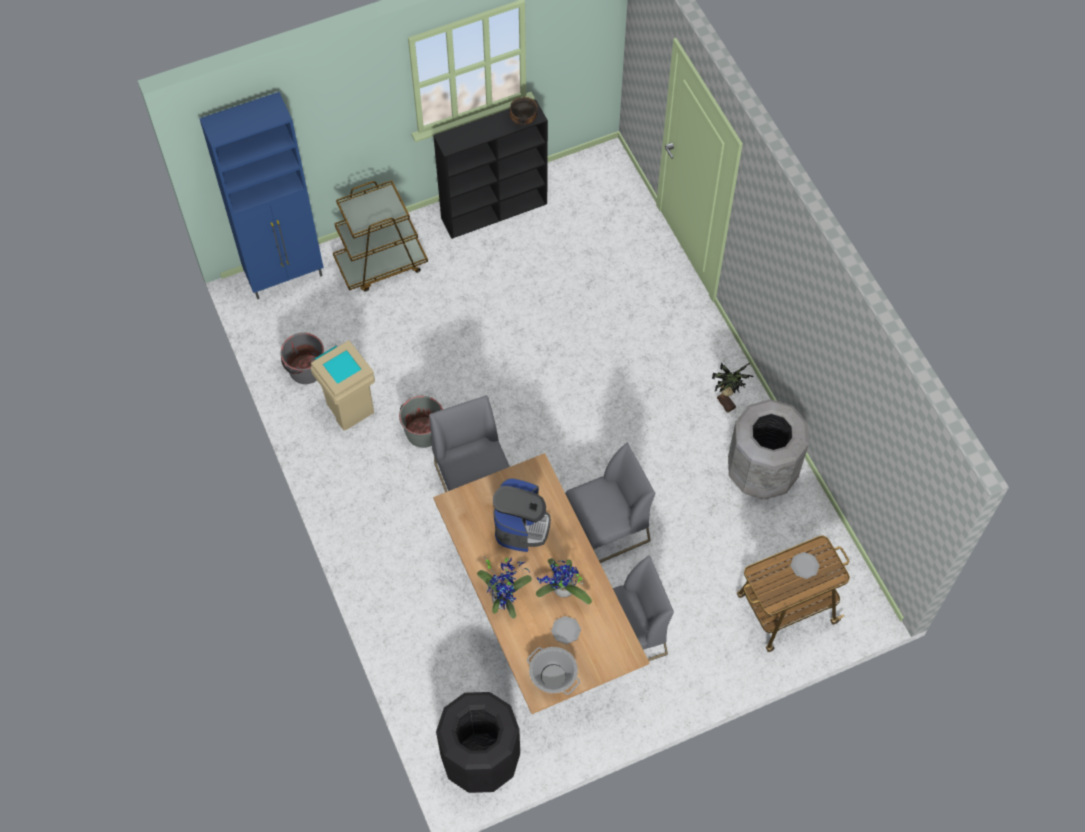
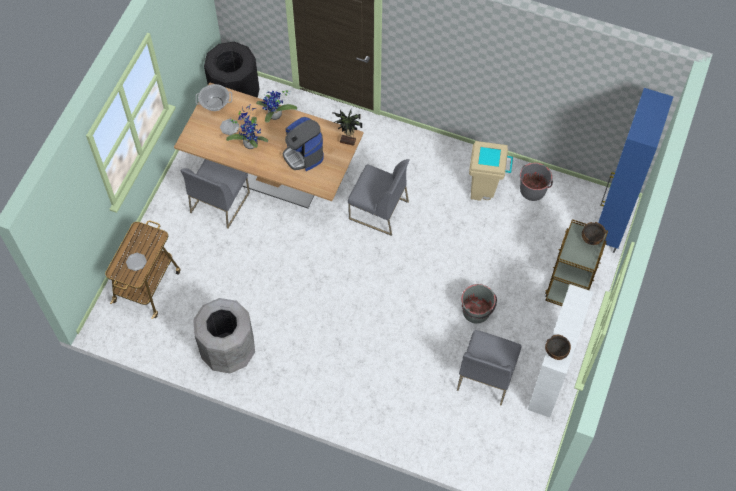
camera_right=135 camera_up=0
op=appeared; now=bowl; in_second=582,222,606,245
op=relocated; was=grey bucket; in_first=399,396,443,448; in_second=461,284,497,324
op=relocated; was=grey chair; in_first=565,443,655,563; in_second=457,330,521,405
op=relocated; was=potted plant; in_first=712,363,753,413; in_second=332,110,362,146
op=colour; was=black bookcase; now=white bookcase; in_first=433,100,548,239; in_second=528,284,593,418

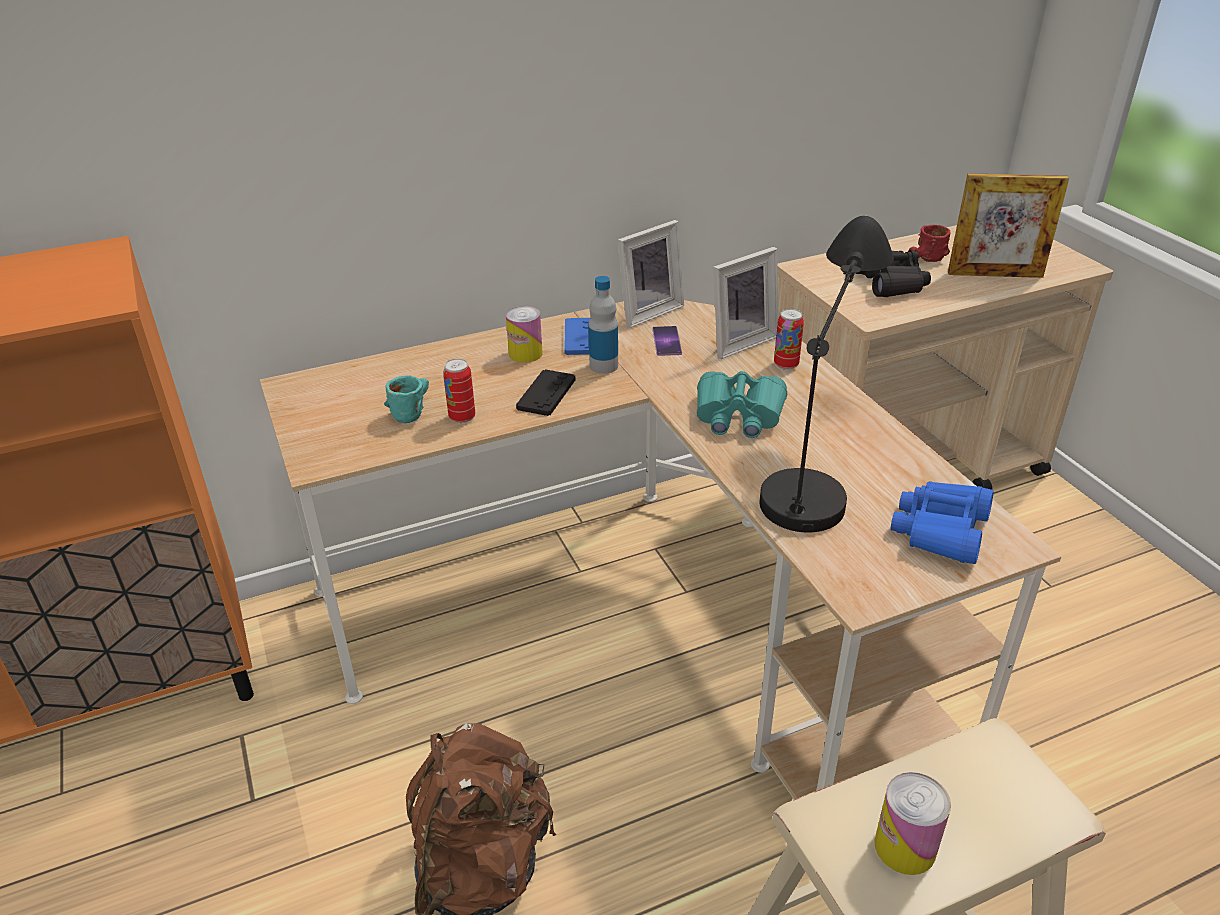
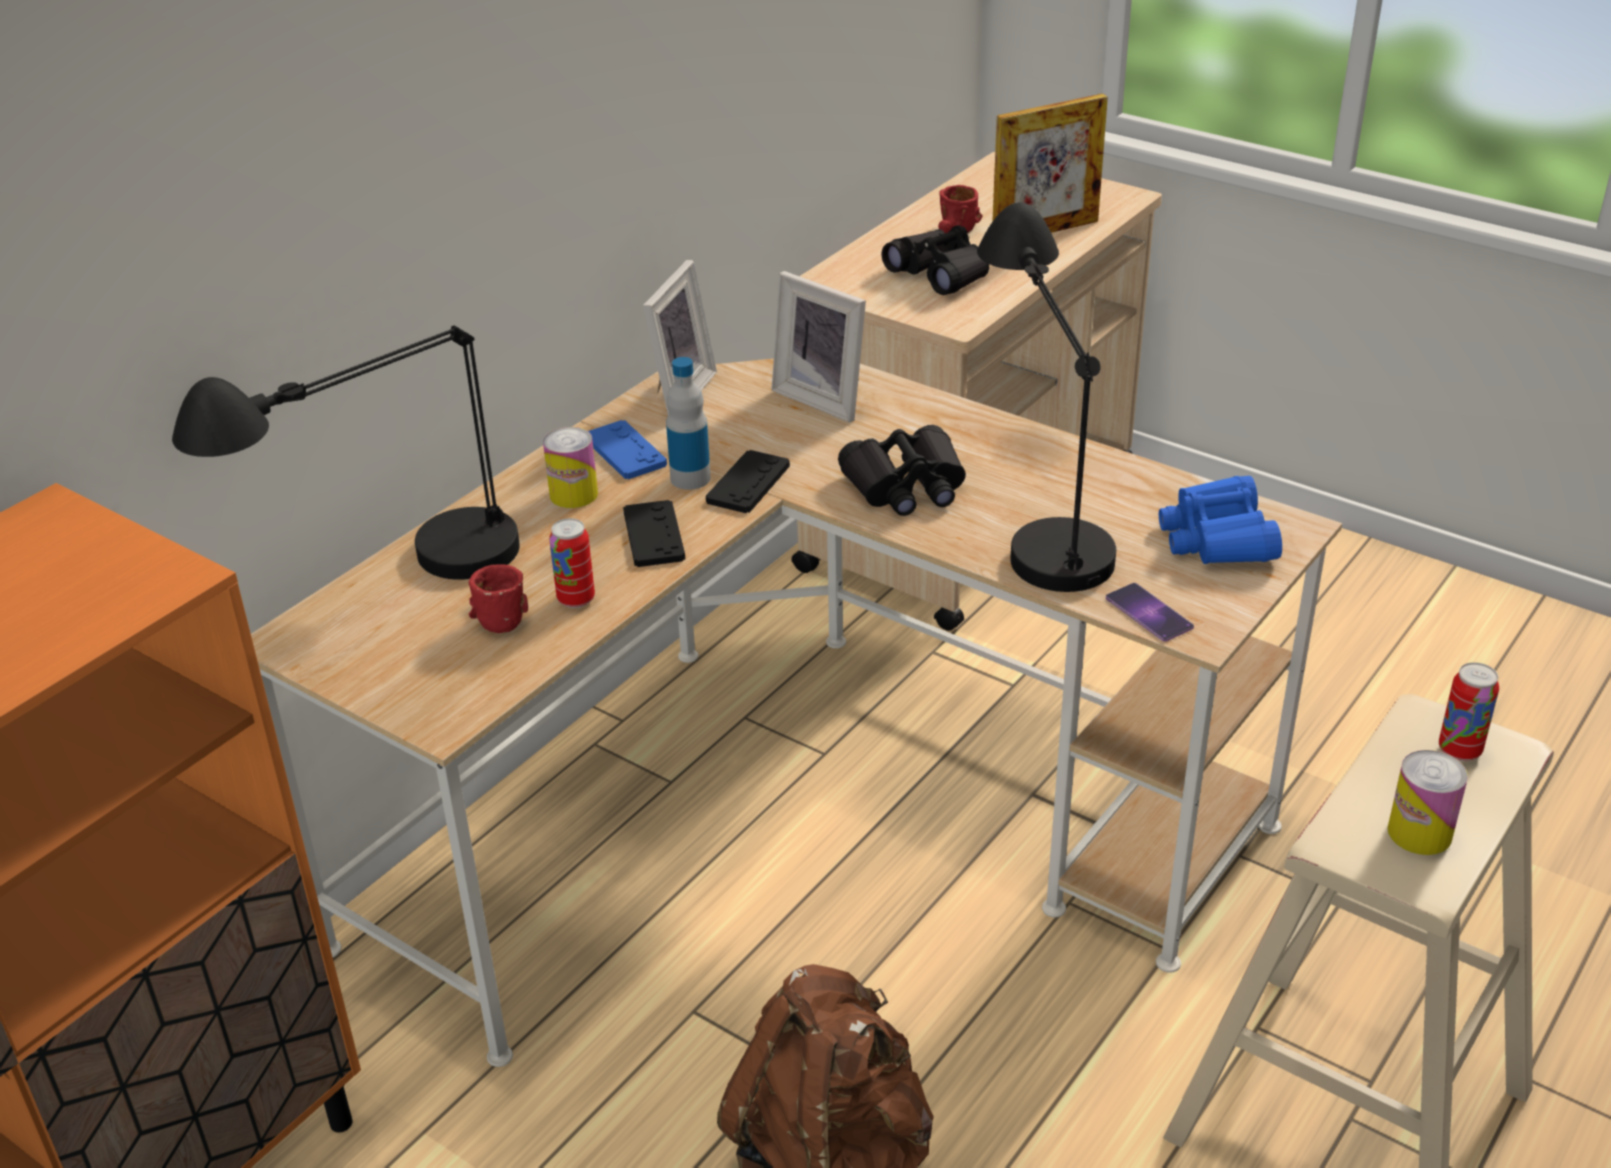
camera_right=-30 camera_up=0
op=appeared; now=black table lamp; in_second=172,325,520,580
op=appeared; now=black game controller; in_second=706,450,790,513
op=relocated; was=phone; in_first=652,326,682,356; in_second=1106,583,1194,642
op=relocated; was=can; in_first=774,309,804,370; in_second=1439,662,1499,761
op=colour; was=turquoise mug; now=red mug; in_first=384,375,429,423; in_second=469,564,528,633
op=colour; was=turquoise binoculars; now=black binoculars; in_first=696,371,787,438; in_second=838,425,966,516
op=spun; was=picture frame; in_first=713,247,778,359; in_second=772,271,866,422; clockwise=105

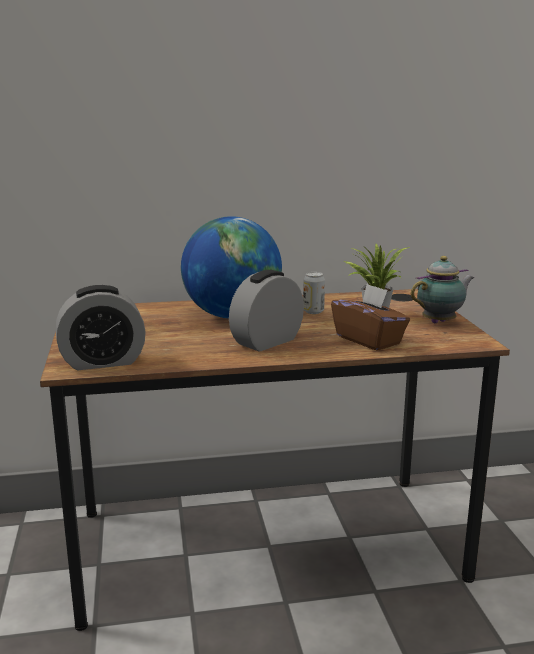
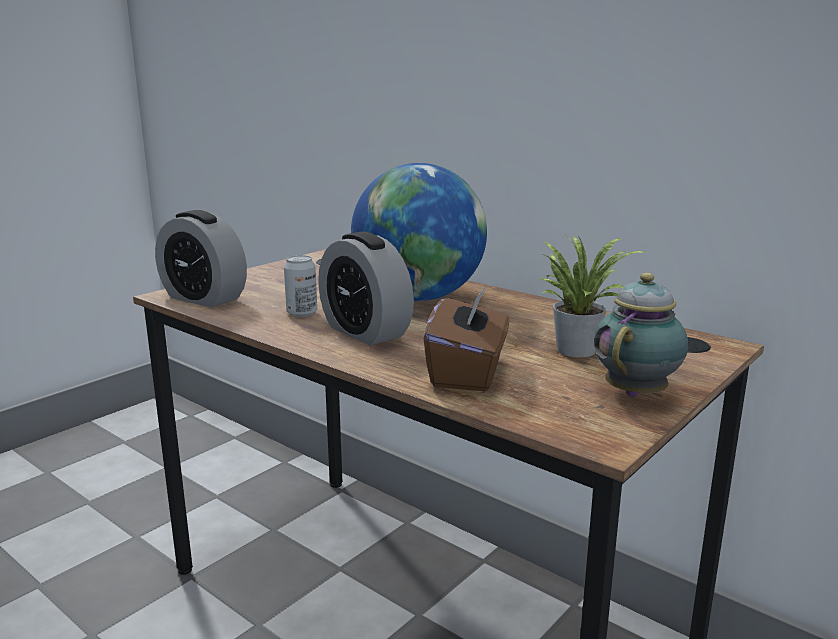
camera_right=50 camera_up=0
op=relocated; was=can; in_first=303,272,325,314; in_second=284,255,317,317
op=spun; was=alarm clock; in_first=229,270,304,352; in_second=318,232,414,346; clockwise=-135
op=spun; was=teapot; in_first=411,256,474,323; in_second=594,273,688,397; clockwise=-75

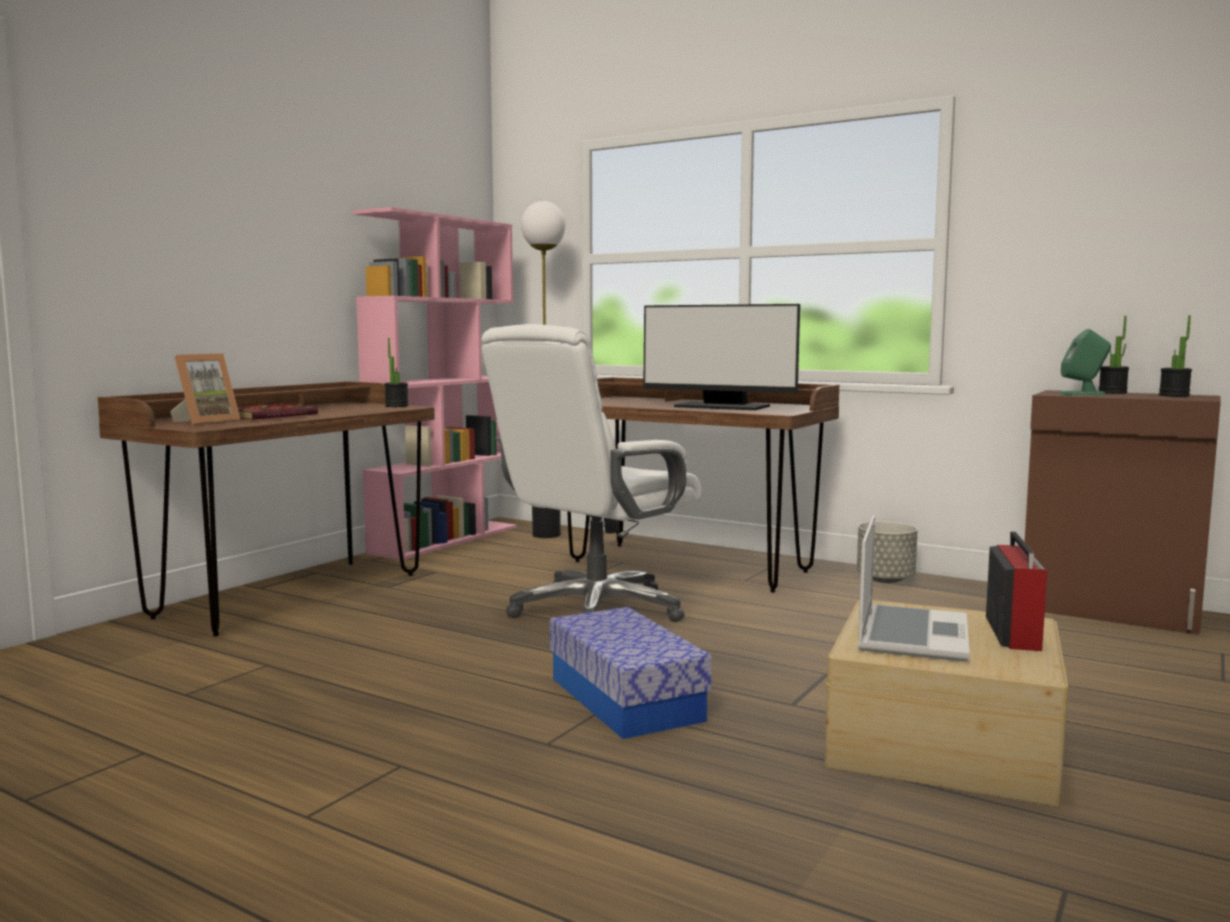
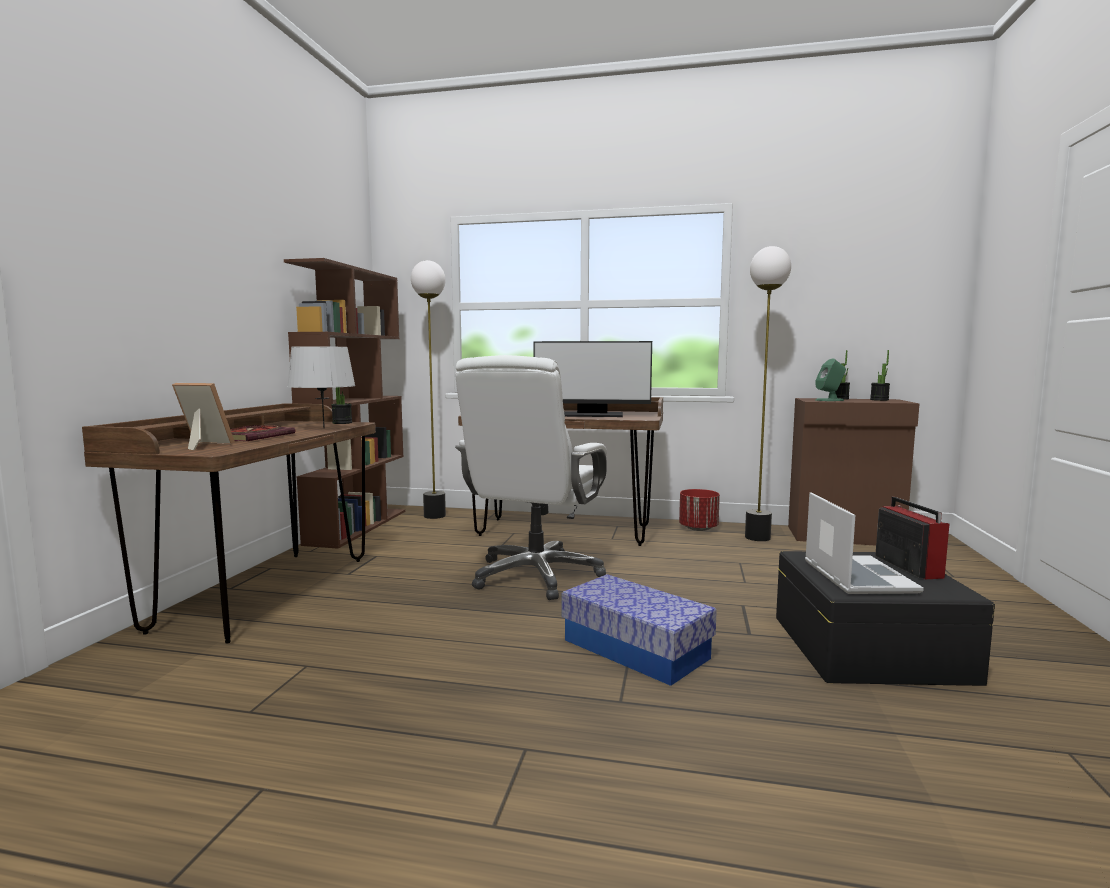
camera_right=-20 camera_up=0
op=appeared; now=grey table lamp; in_second=287,346,356,428
op=appeared; now=floor lamp; in_second=745,246,791,541
op=colour; was=pink bookcase; now=brown bookcase; in_first=353,207,517,560; in_second=284,258,405,549
op=colour; was=beige storage box; now=black storage box; in_first=825,600,1068,806; in_second=776,551,995,686
op=colour; was=grey planter; now=red planter; in_first=857,521,918,583; in_second=679,489,720,531
op=spun; was=picture frame; in_first=170,354,240,425; in_second=172,383,235,450; clockwise=-90

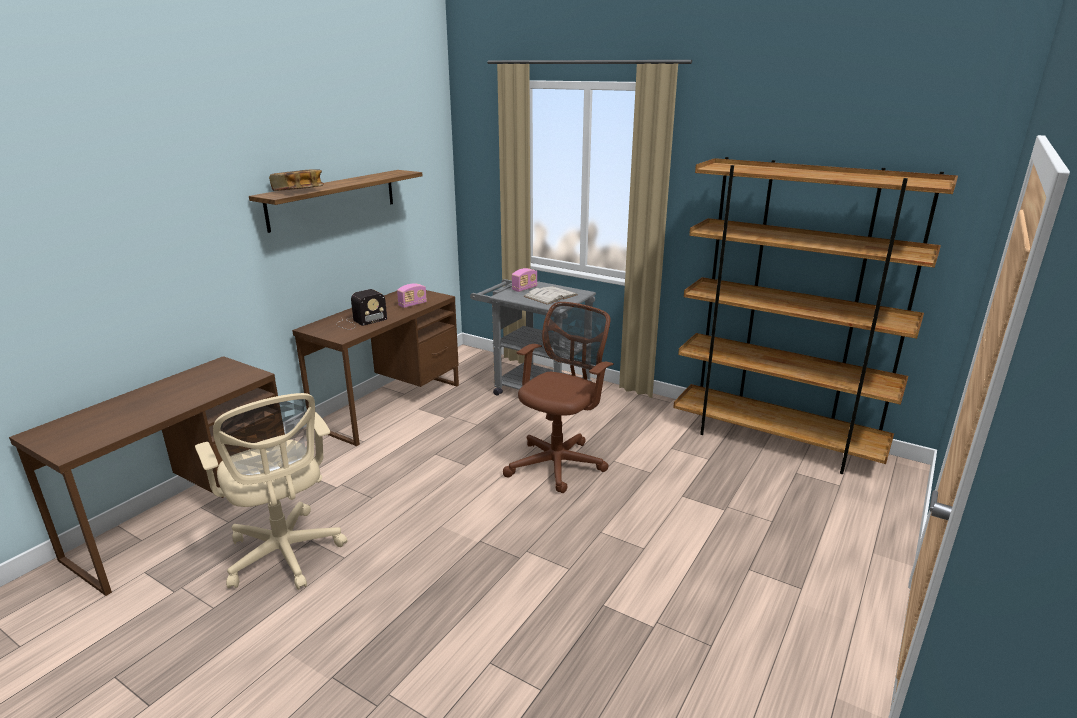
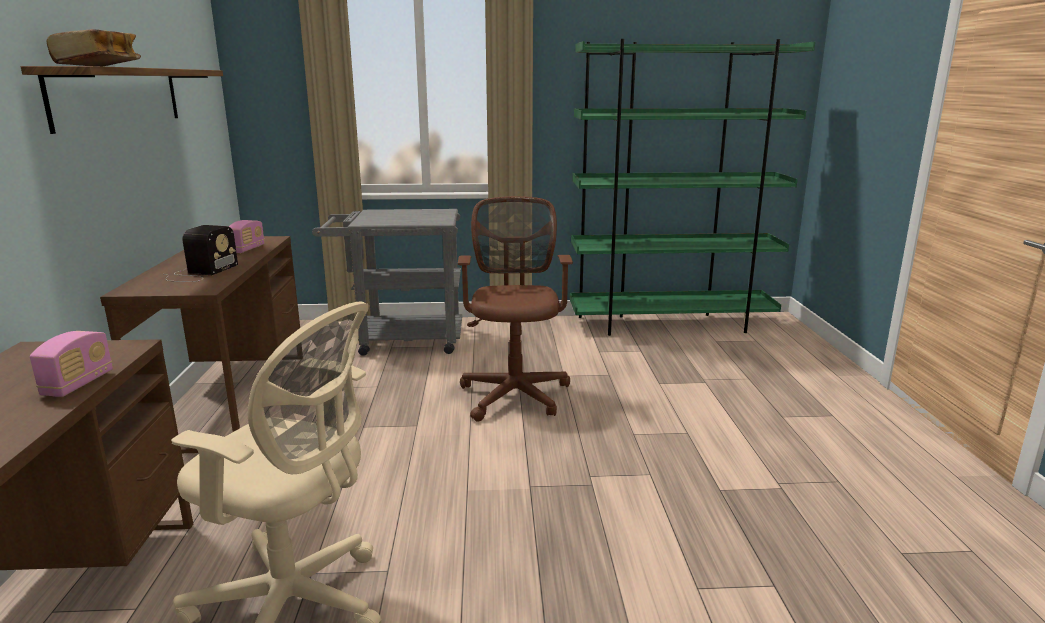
camera_right=-35 camera_up=-5
op=missing; was=white book; in_first=523,286,578,305
op=relocated; was=radio; in_first=512,268,538,292; in_second=30,331,113,397
op=colour; was=brown bookcase; now=green bookcase; in_first=673,157,958,474; in_second=570,39,815,336

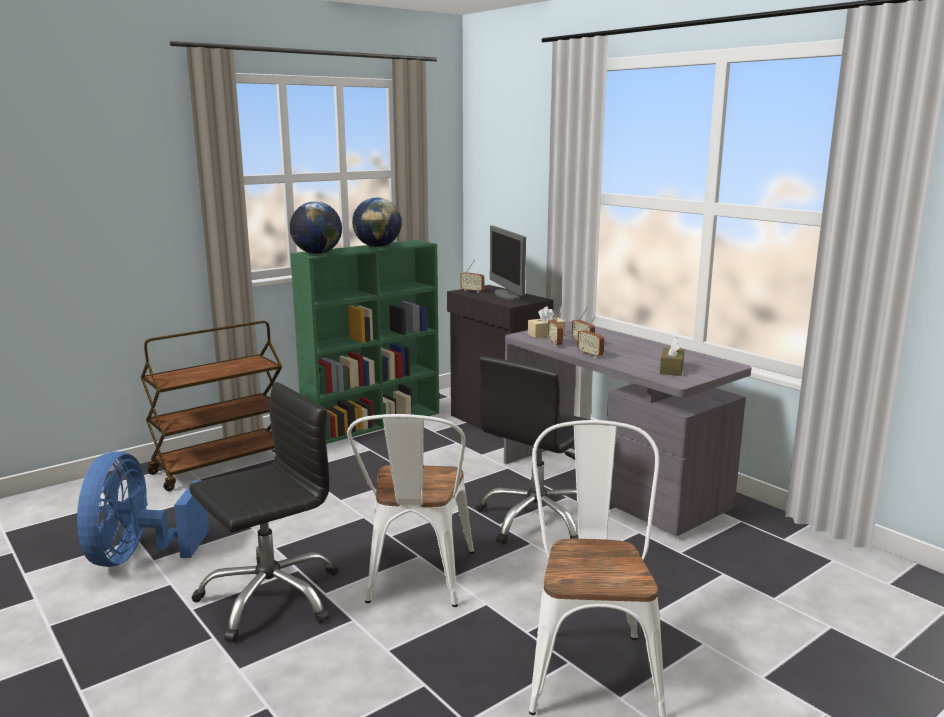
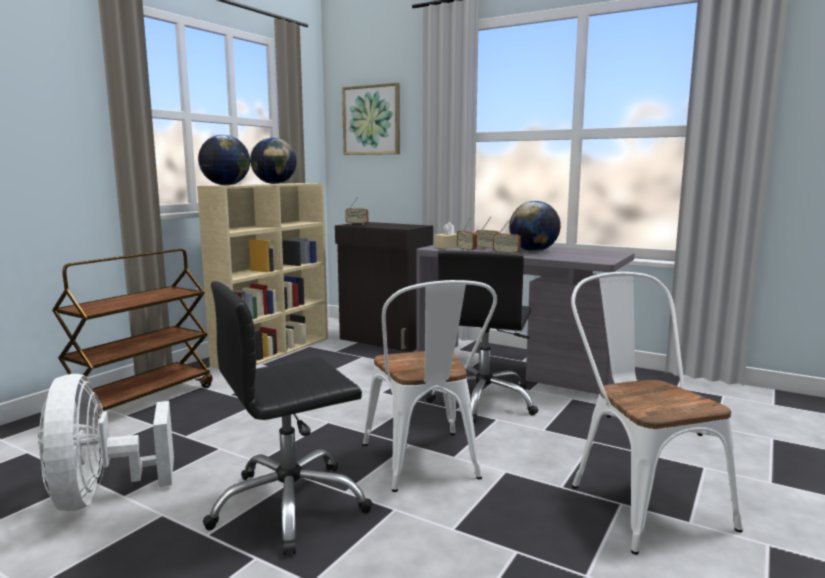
camera_right=-20 camera_up=-5
op=missing; was=monitor; in_first=490,226,526,300
op=missing; was=brown tissue box; in_first=660,338,685,376
op=appeared; now=picture; in_second=342,83,400,155
op=appeared; now=globe; in_second=509,201,561,252
op=colour; was=blue fan; now=white fan; in_first=77,451,209,567; in_second=38,374,174,511
op=colour; was=green bookcase; now=beige bookcase; in_first=290,240,439,444; in_second=197,183,328,369
op=spun; was=black office chair; in_first=189,382,339,642; in_second=203,281,373,555; clockwise=-150

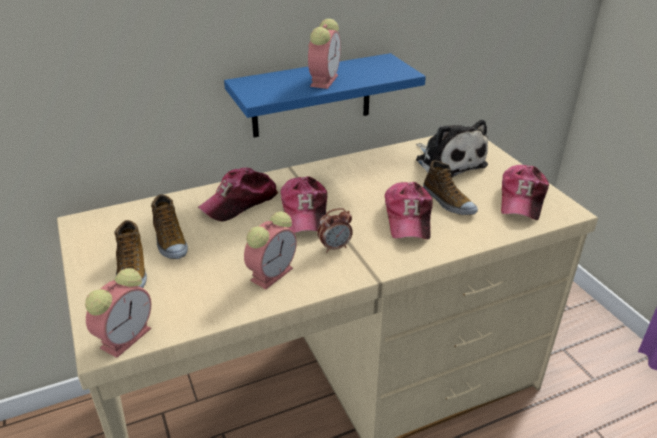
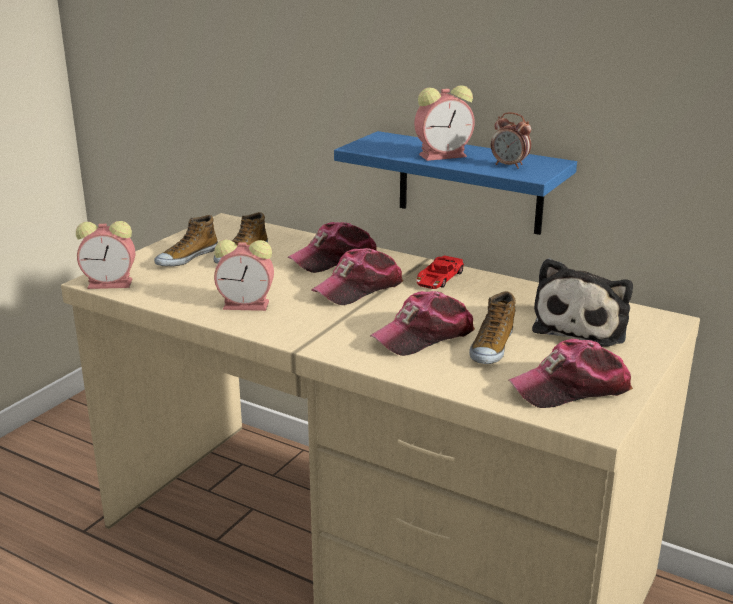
camera_right=55 camera_up=-10
op=appeared; now=red toy car; in_second=417,255,464,289
op=relocated; was=alarm clock; in_first=317,208,353,252; in_second=491,112,531,169
op=spun; was=cap; in_first=198,168,278,222; in_second=288,222,377,273; clockwise=-45

